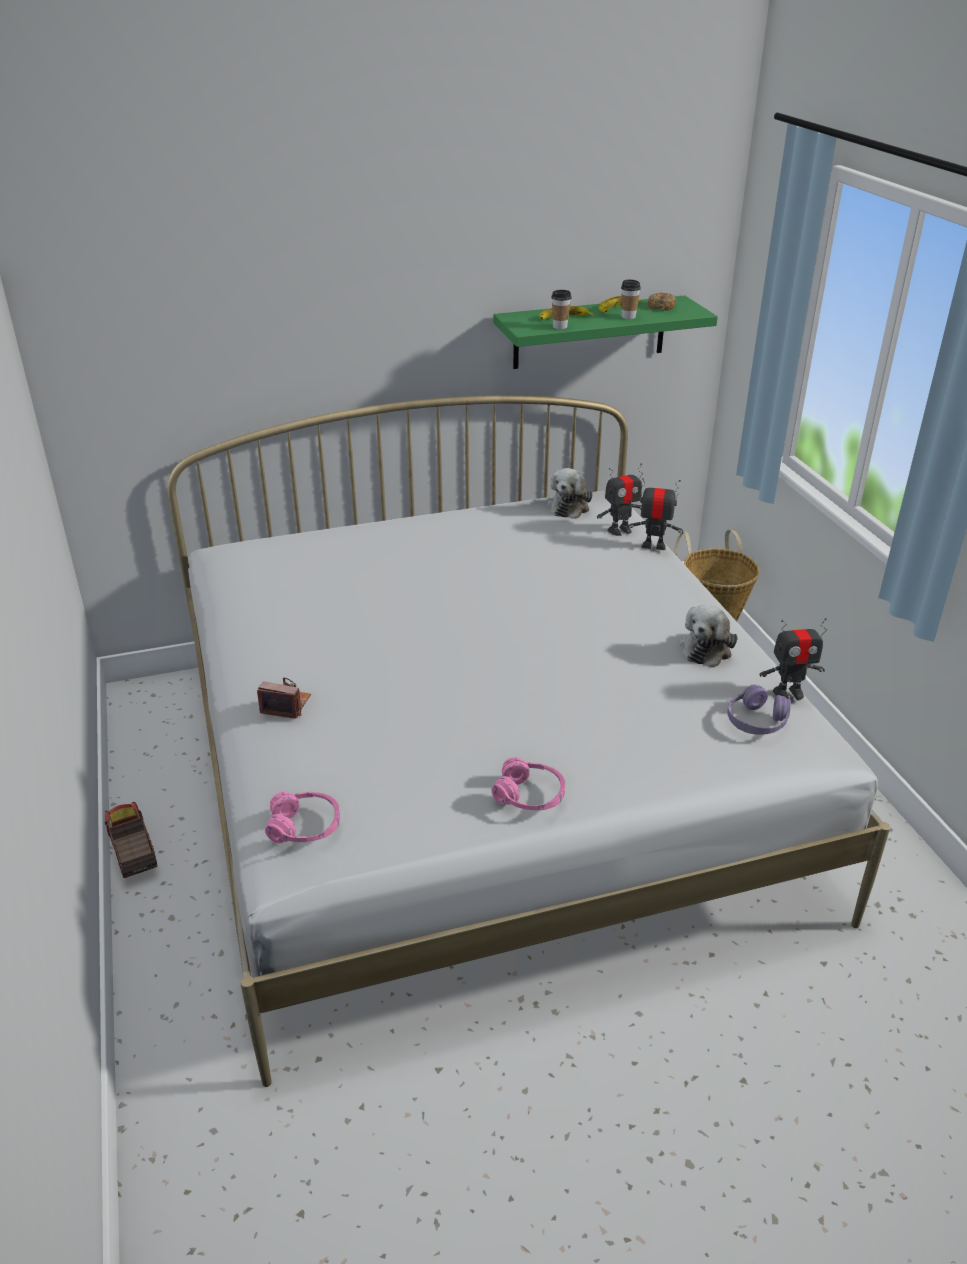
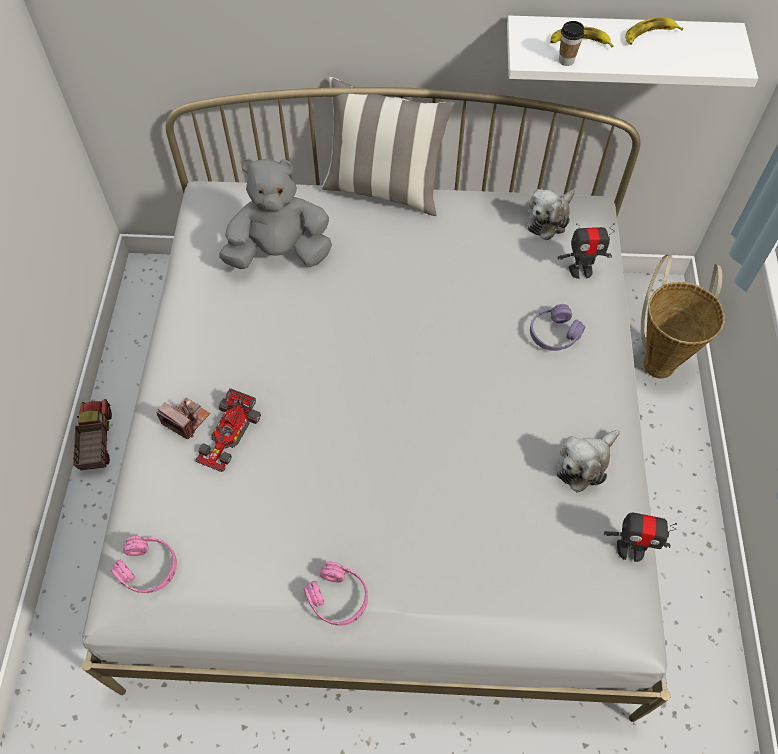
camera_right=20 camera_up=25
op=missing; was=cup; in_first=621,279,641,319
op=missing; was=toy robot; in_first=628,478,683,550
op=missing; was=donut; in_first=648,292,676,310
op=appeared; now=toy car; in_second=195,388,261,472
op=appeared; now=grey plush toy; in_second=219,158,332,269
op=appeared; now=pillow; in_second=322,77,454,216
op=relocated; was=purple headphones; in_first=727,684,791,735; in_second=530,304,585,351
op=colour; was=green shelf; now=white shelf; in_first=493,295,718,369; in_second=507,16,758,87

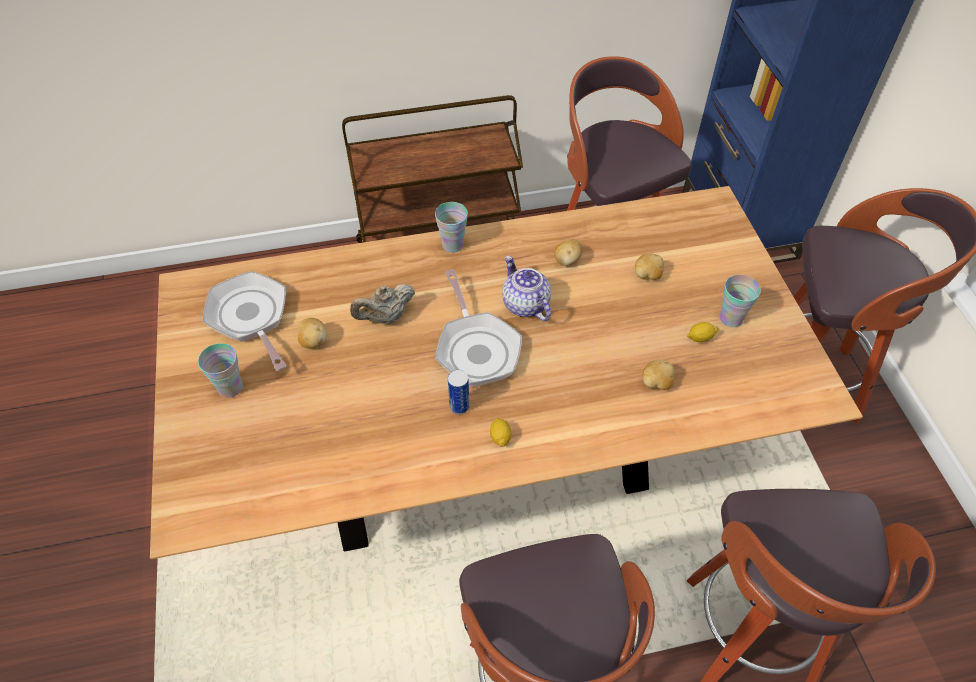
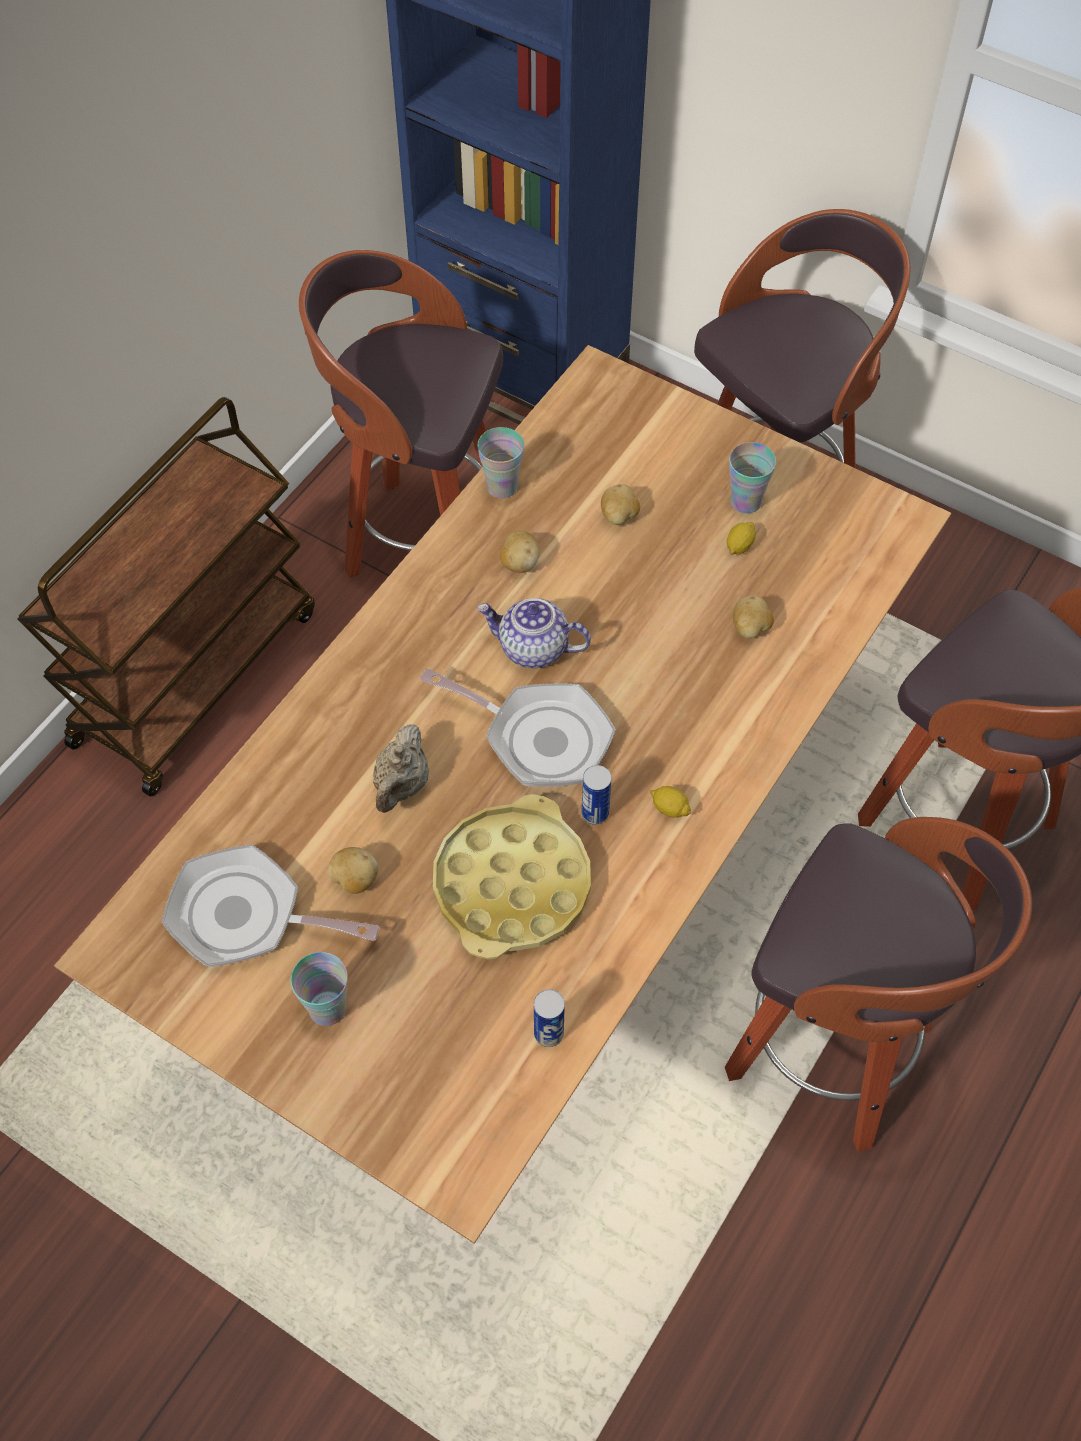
camera_right=-45 camera_up=5
op=appeared; now=yellow tray; in_second=433,794,591,960
op=appeared; now=can; in_second=534,989,565,1047
op=relocated; was=cup; in_first=435,202,468,253; in_second=478,427,524,498

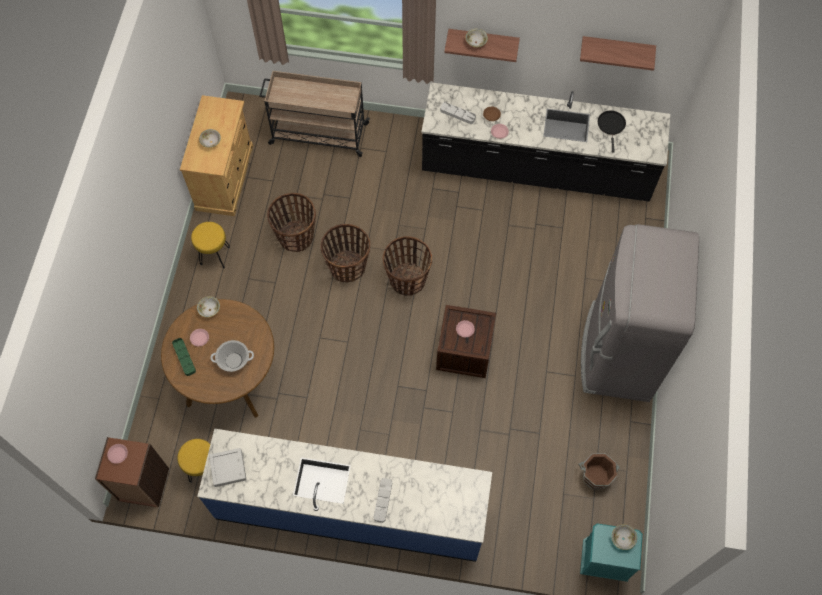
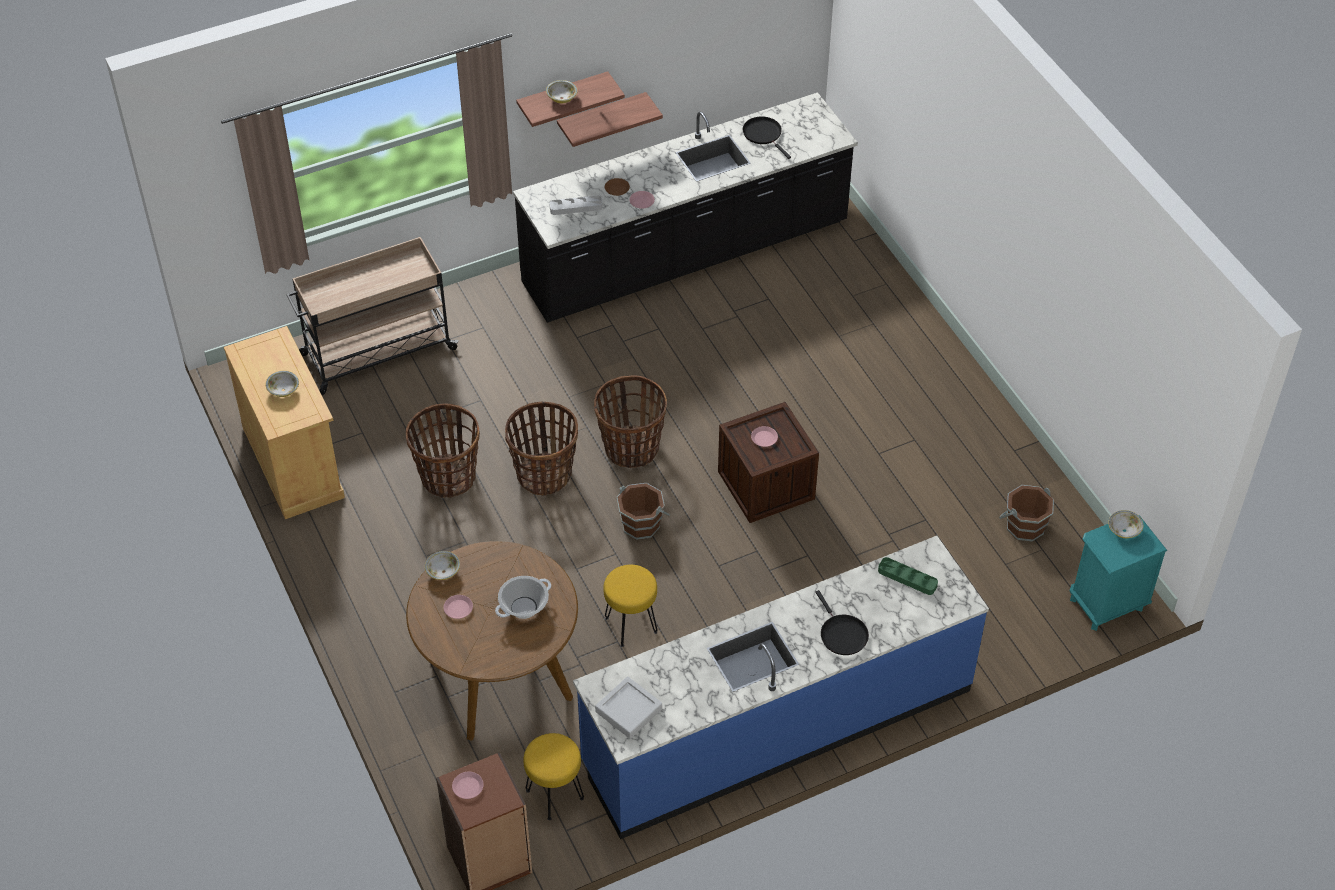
camera_right=-35 camera_up=-15
op=missing; was=grey fridge; in_first=581,224,699,402
op=appeared; now=brown bucket; in_second=617,483,670,540
op=relocated; was=green tray; in_first=172,338,196,376; in_second=878,557,938,595
op=relocated; was=yellow stool; in_first=191,222,230,268; in_second=603,565,657,647
op=relocated; was=shelf; in_first=580,36,656,71; in_second=557,92,663,147
op=exchanged; was=grey tray; now=black frying pan; in_first=373,478,392,523; in_second=815,590,869,655

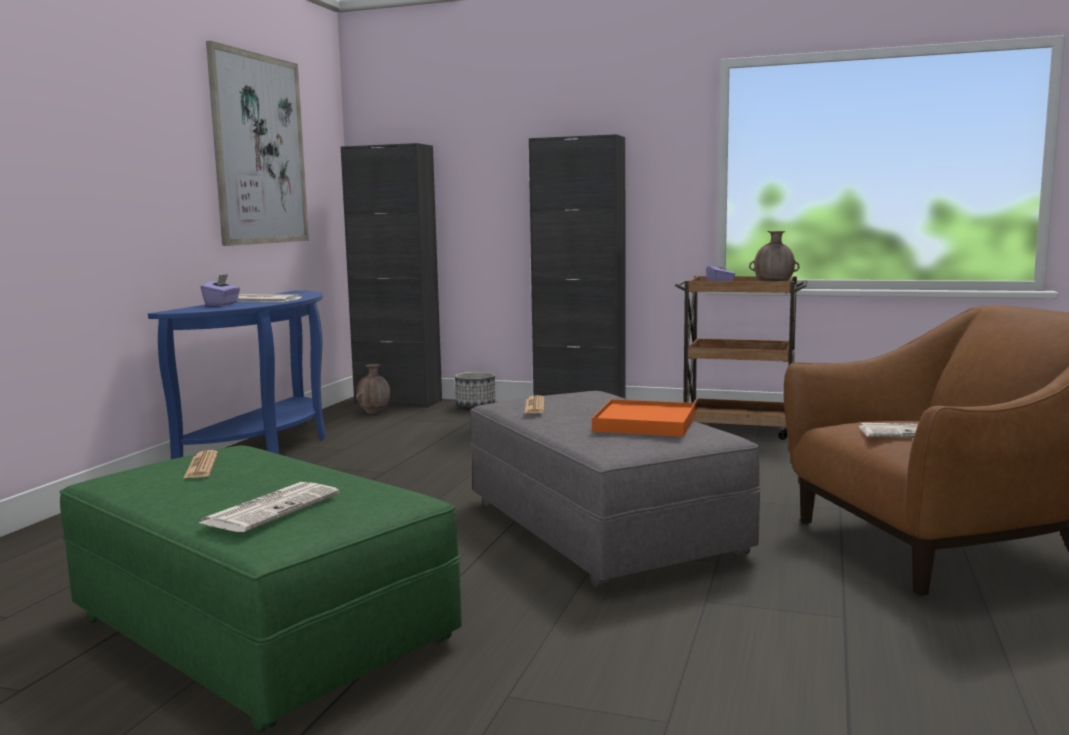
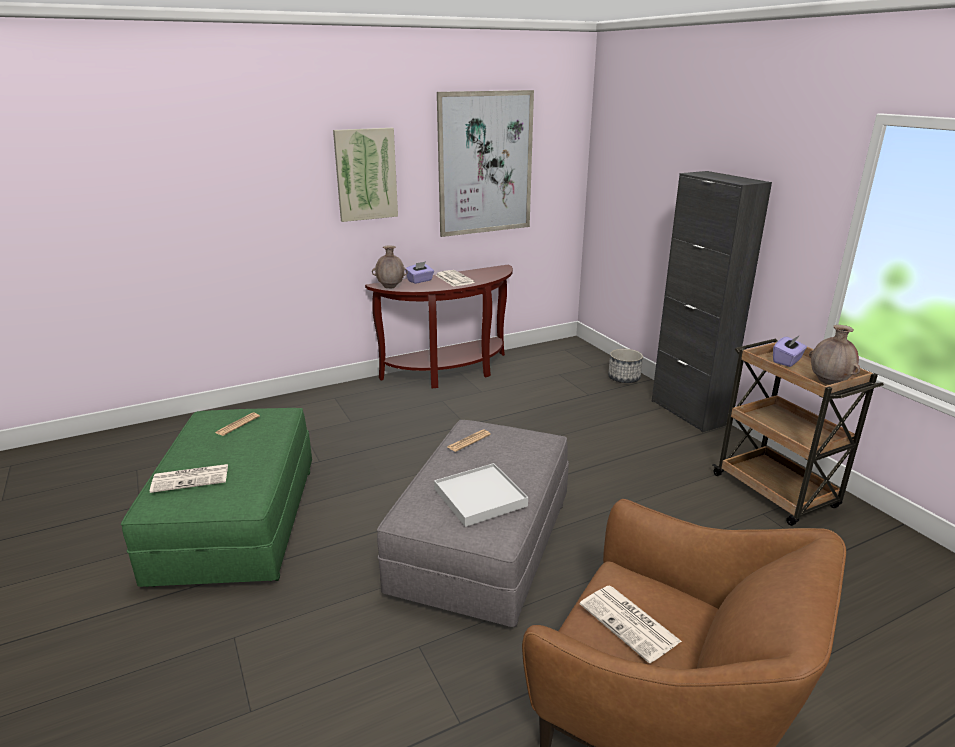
camera_right=45 camera_up=15
op=missing; was=black cabinet; in_first=341,143,442,407
op=appeared; now=picture; in_second=333,128,398,222
op=relocated; was=brown vase; in_first=356,364,390,414; in_second=372,245,408,288
op=colour; was=blue console table; now=brown console table; in_first=148,290,326,459; in_second=365,264,513,388
op=colour; was=orange tray; now=white tray; in_first=592,399,695,437; in_second=434,463,528,527

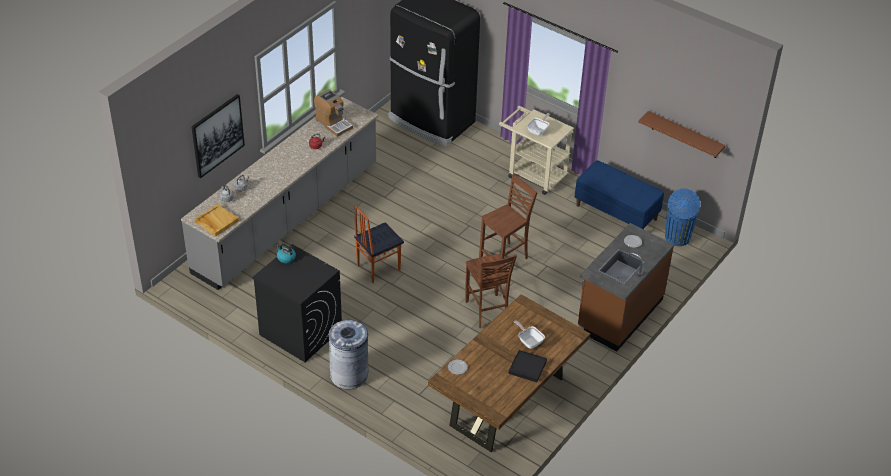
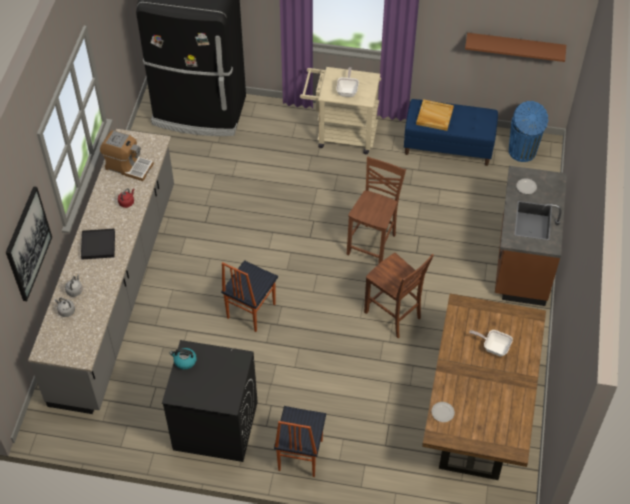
camera_right=-25 camera_up=10
op=relocated; was=beige tray; in_first=195,204,239,236; in_second=416,99,454,131
op=relocated; was=black tray; in_first=509,350,547,382; in_second=81,229,115,259
op=exchanged; was=grey trash can; now=chair; in_first=329,320,368,389; in_second=274,406,326,477

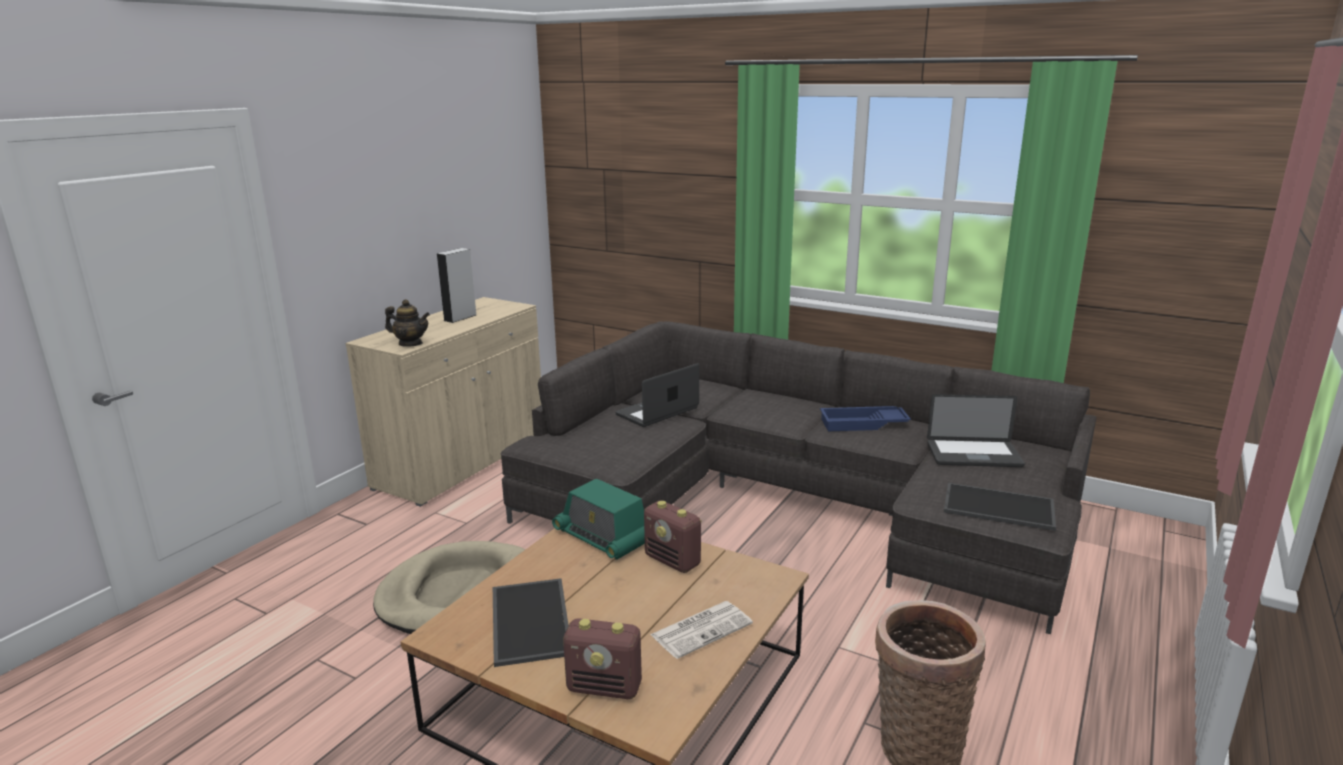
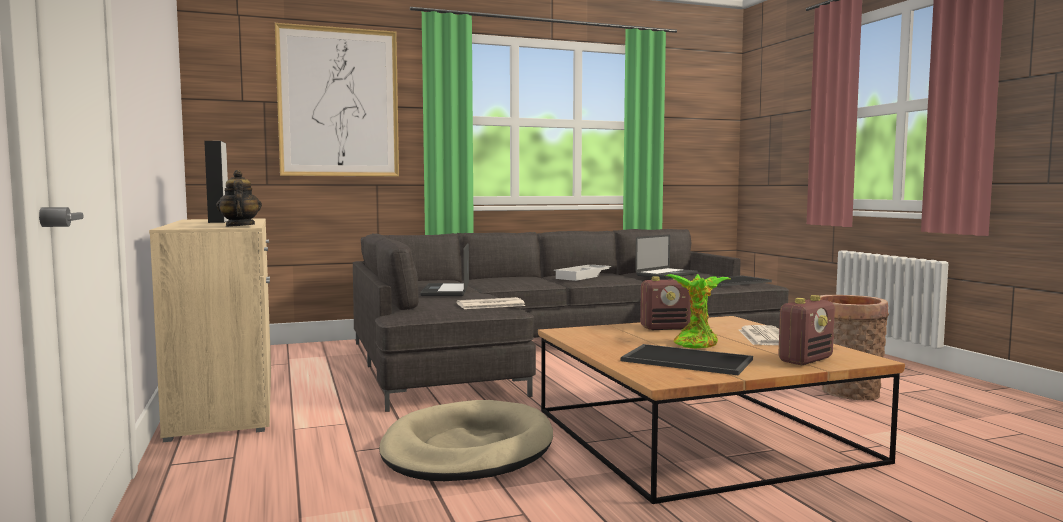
camera_right=-50 camera_up=-15
op=missing; was=radio; in_first=552,479,645,560
op=appeared; now=picture; in_second=275,23,399,176
op=appeared; now=newspaper; in_second=457,297,525,309
op=appeared; now=potted plant; in_second=665,274,730,349
op=colour; was=blue tray; now=white tray; in_first=820,406,911,431; in_second=554,265,611,281
op=spun; was=teapot; in_first=385,299,430,347; in_second=216,170,262,227; clockwise=-75

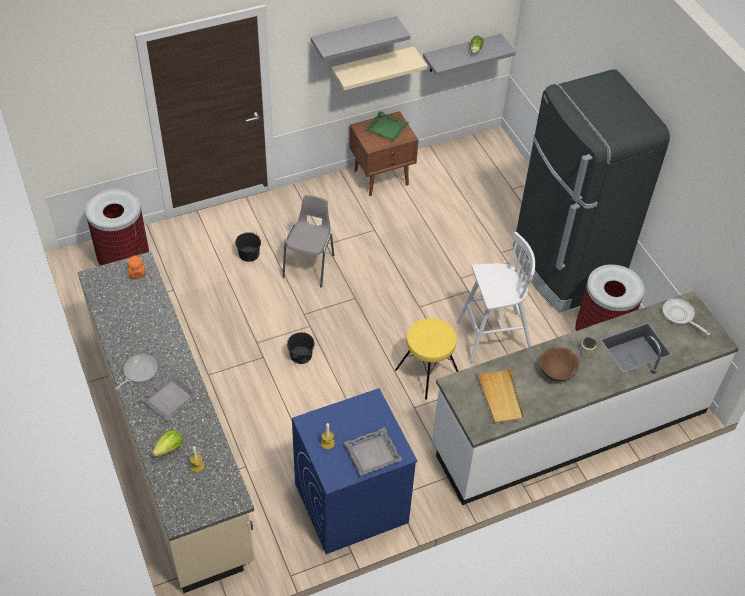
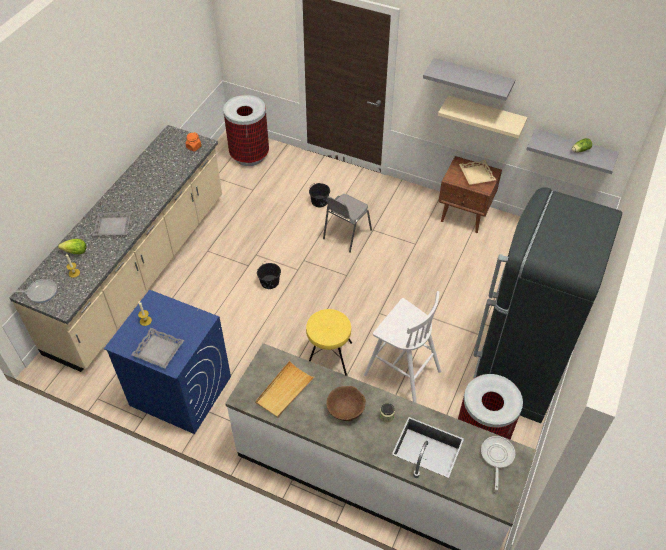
camera_right=50 camera_up=0
op=relocated; was=frying pan; in_first=115,354,158,390; in_second=12,279,57,303
op=colour; was=green tray; now=beige tray; in_first=365,111,409,141; in_second=459,160,496,185
op=spun; was=grey chair; in_first=282,195,334,287; in_second=323,194,372,253; clockwise=150

